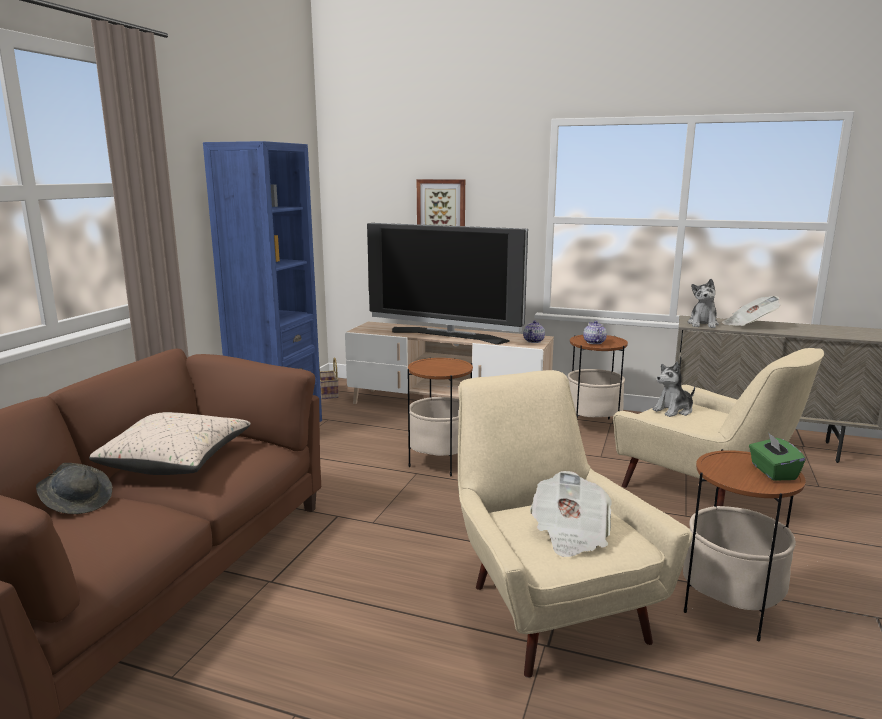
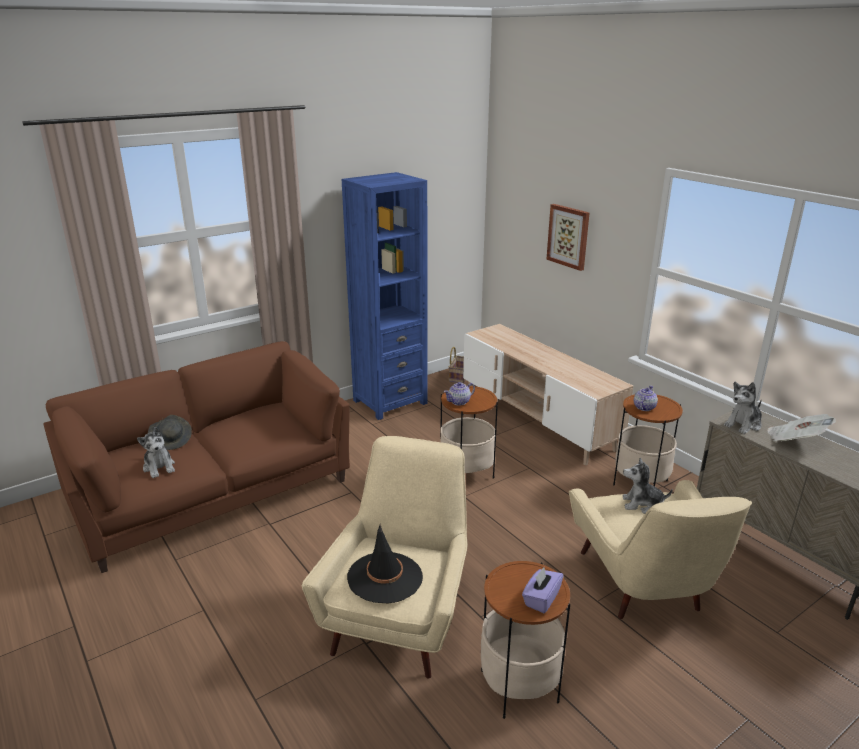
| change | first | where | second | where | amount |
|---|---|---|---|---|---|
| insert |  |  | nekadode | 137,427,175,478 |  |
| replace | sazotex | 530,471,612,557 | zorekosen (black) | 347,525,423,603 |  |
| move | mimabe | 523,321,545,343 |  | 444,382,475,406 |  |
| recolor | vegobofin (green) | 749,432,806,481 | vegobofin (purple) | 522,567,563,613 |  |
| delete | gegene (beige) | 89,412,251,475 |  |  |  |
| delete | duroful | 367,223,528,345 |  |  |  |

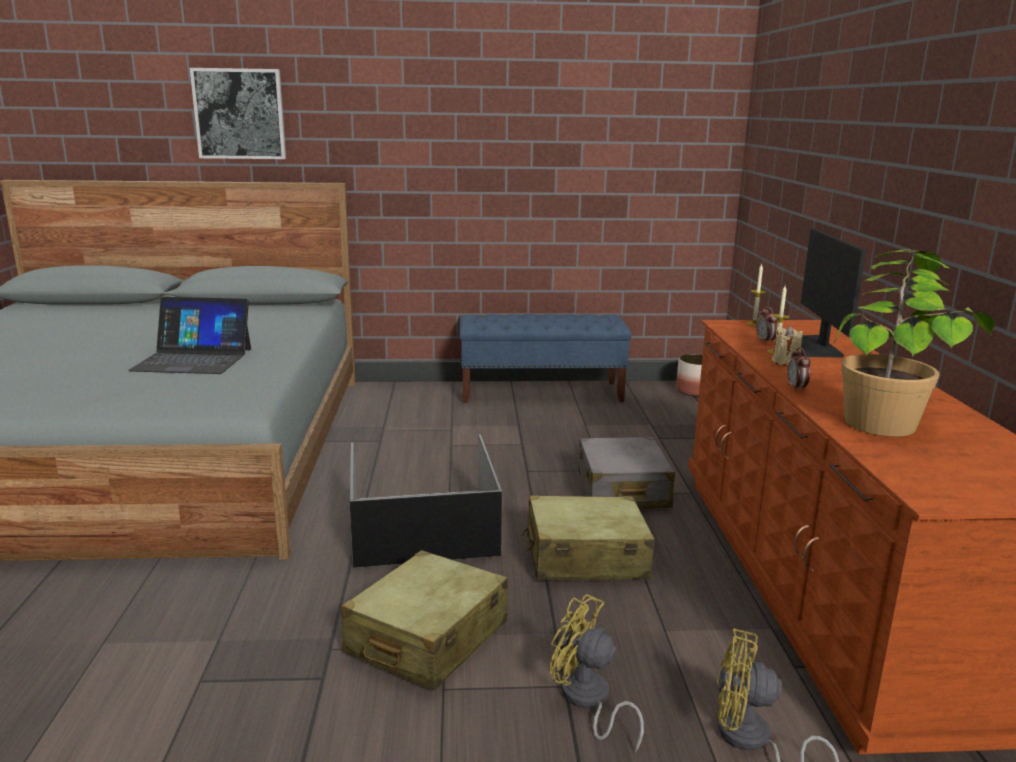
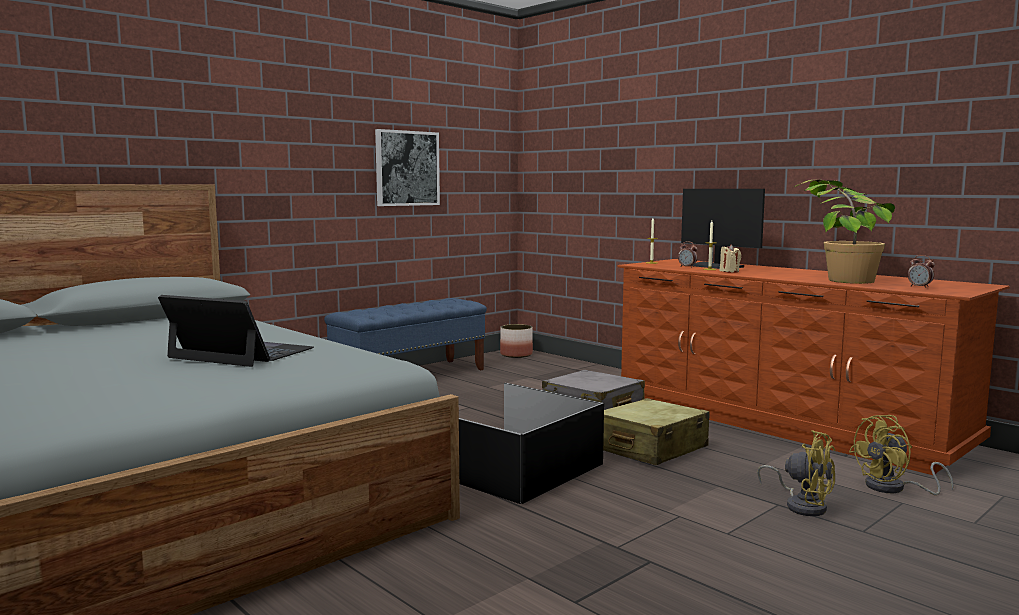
| change | first | where | second | where | amount |
|---|---|---|---|---|---|
| rotate | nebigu | 128,297,251,374 |  | 158,295,314,367 | 120 degrees counterclockwise |
| move | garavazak | 190,68,286,159 |  | 375,129,440,206 |  |
| rotate | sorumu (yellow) | 549,594,644,753 |  | 757,430,835,516 | 135 degrees counterclockwise |
| move | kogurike | 787,347,810,392 |  | 907,255,935,288 |  |
| delete | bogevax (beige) | 341,550,508,691 |  |  |  |

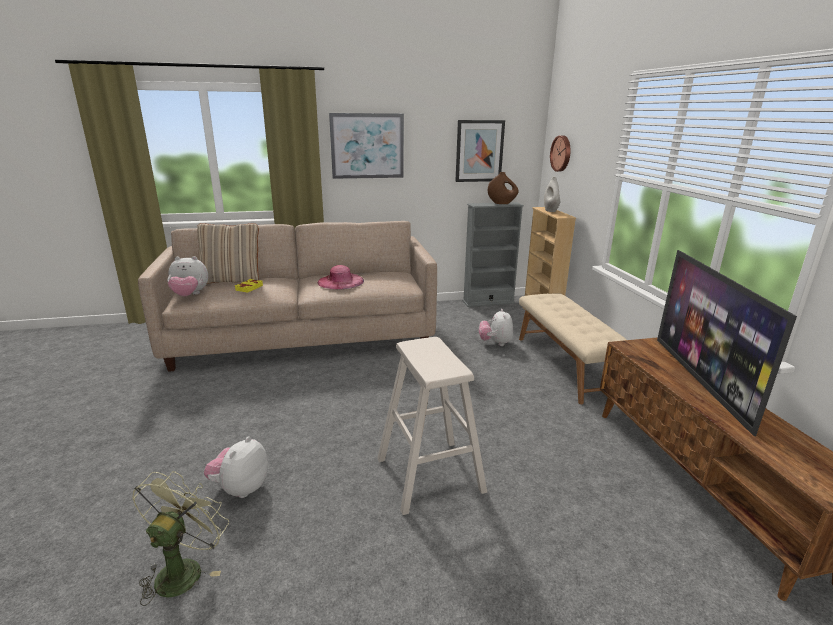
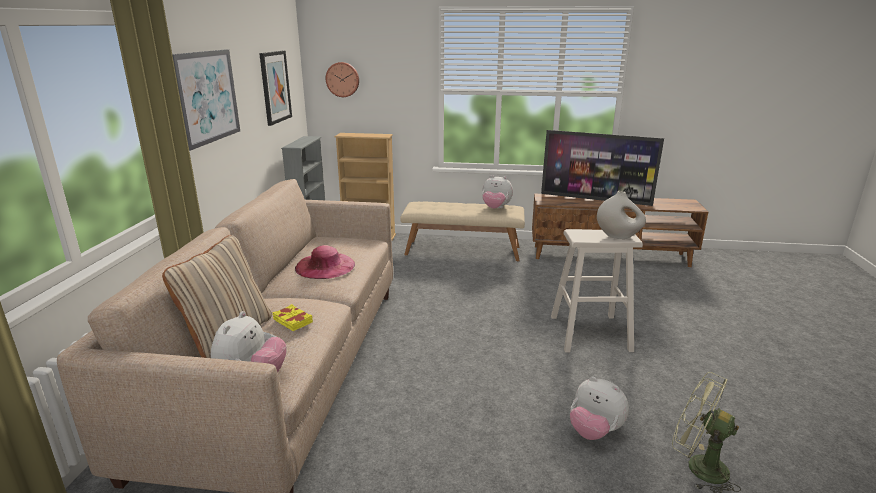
| change | first | where | second | where | amount |
|---|---|---|---|---|---|
| move | nekadode | 479,309,513,346 |  | 482,175,513,209 |  |
| move | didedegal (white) | 544,177,561,212 |  | 597,191,646,239 |  |
| delete | didedegal (brown) | 488,172,519,204 |  |  |  |

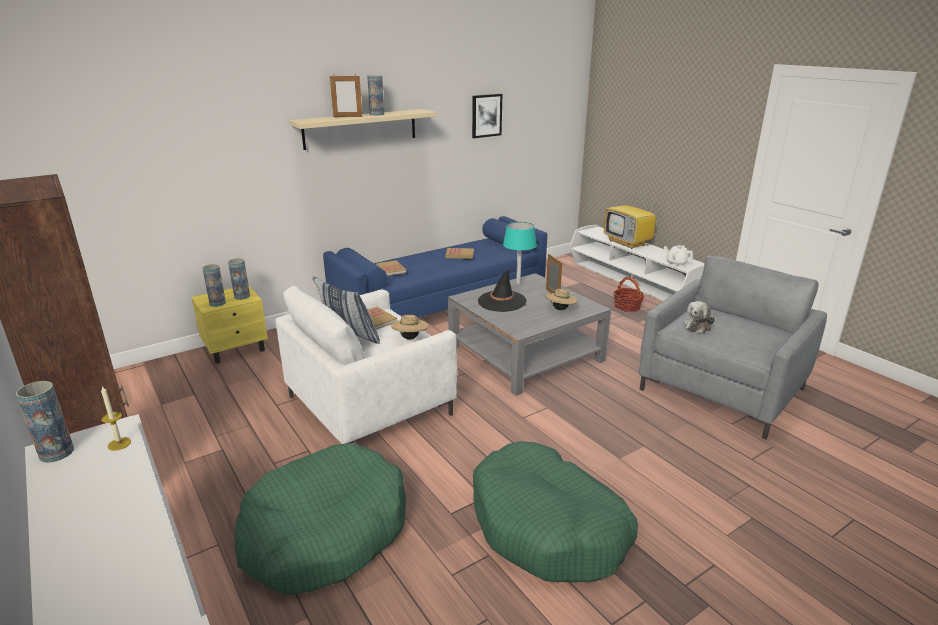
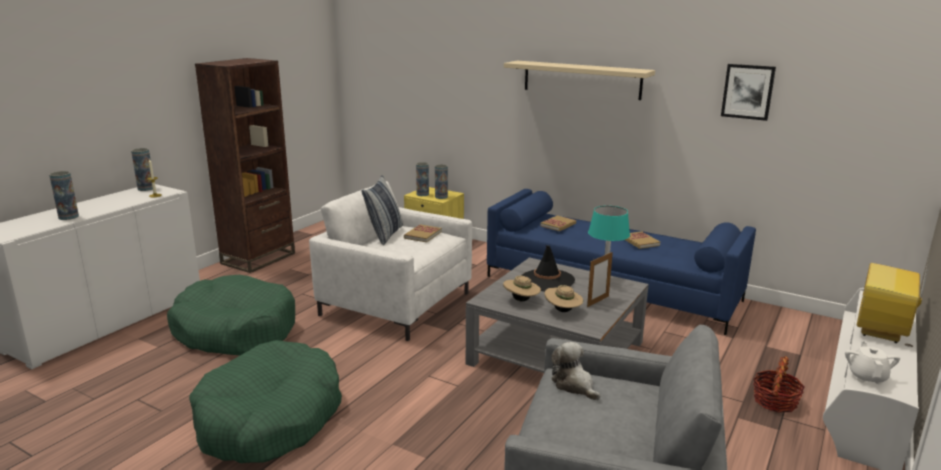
| change | first | where | second | where | amount |
|---|---|---|---|---|---|
| move | didedegal | 367,75,384,116 |  | 49,171,79,220 |  |
| move | zorekosen (beige) | 391,315,428,339 |  | 503,276,541,302 |  |
| rotate | nekadode | 683,301,715,334 |  | 551,342,600,400 | 45 degrees clockwise |
| delete | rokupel | 330,76,362,117 |  |  |  |

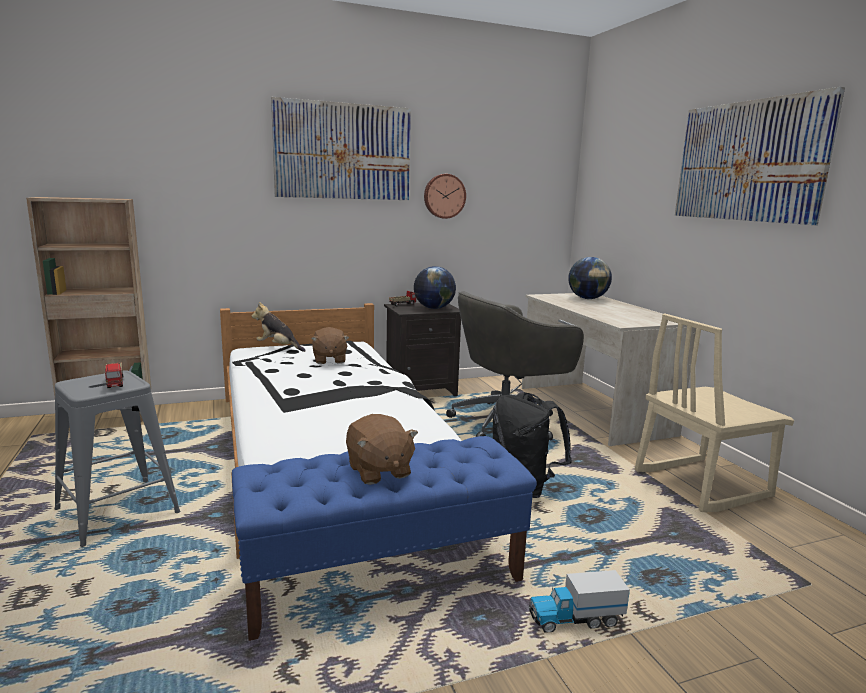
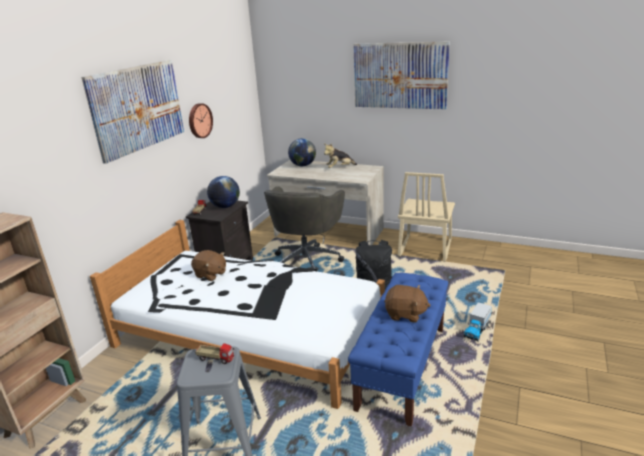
| change | first | where | second | where | amount |
|---|---|---|---|---|---|
| move | nekadode | 252,302,306,352 |  | 324,143,357,168 |  |

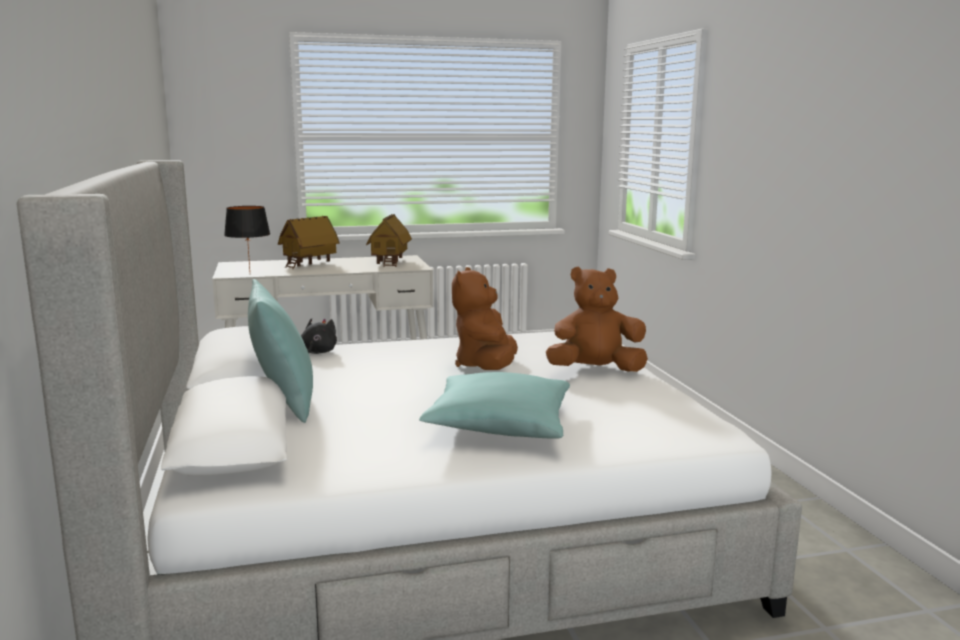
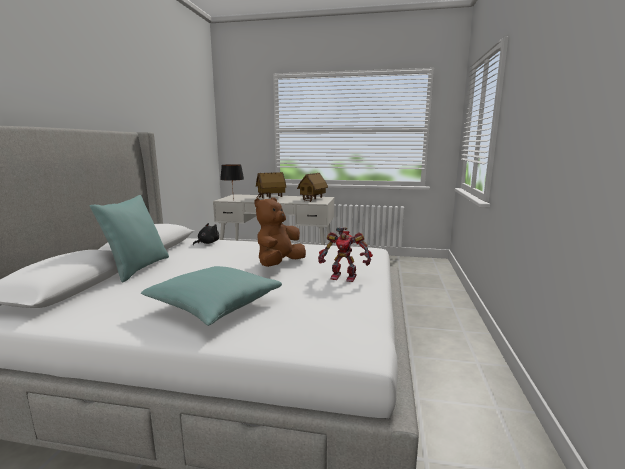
| change | first | where | second | where | amount |
|---|---|---|---|---|---|
| replace | nekadode (brown) | 546,266,648,372 | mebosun | 318,227,373,282 |  |

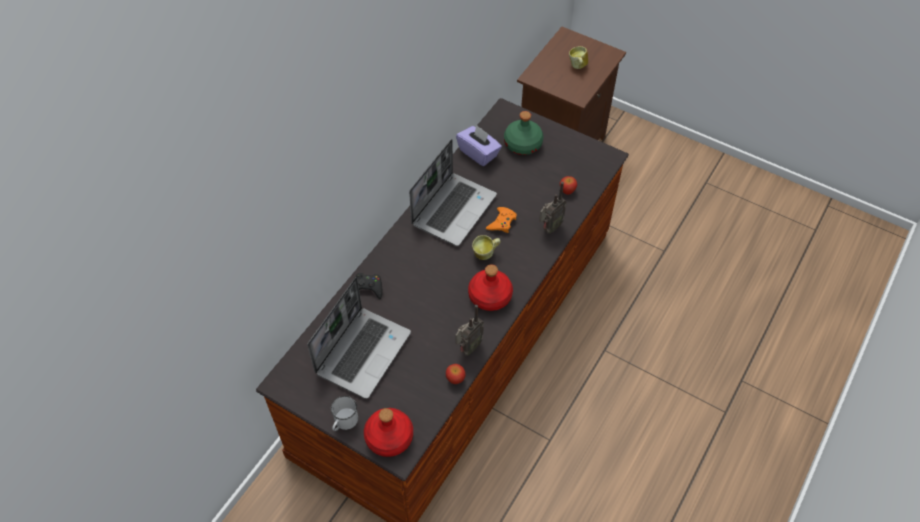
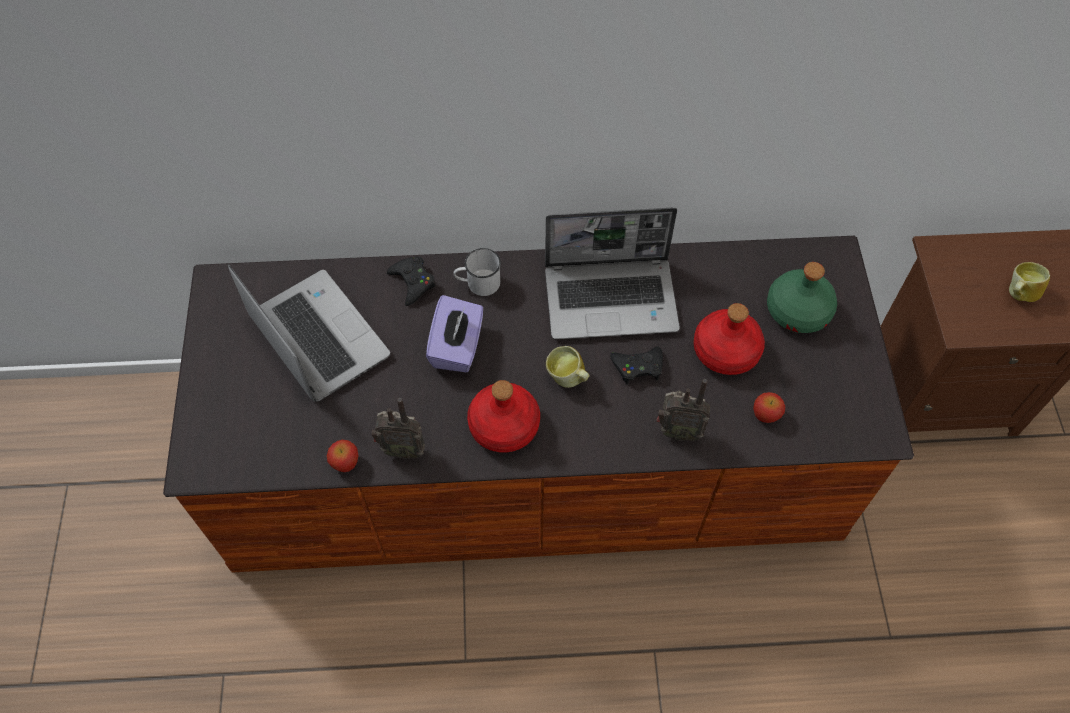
| change | first | where | second | where | amount |
|---|---|---|---|---|---|
| rotate | nebigu | 307,277,411,399 |  | 228,264,390,402 | 120 degrees counterclockwise |
| move | vegobofin (purple) | 456,124,502,166 |  | 426,295,483,372 |  |
| move | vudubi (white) | 331,396,358,431 |  | 454,248,501,296 |  |
| recolor | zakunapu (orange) | 486,207,517,233 | zakunapu (black) | 610,346,663,385 |  |
| move | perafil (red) | 364,408,413,457 |  | 693,303,765,375 |  |

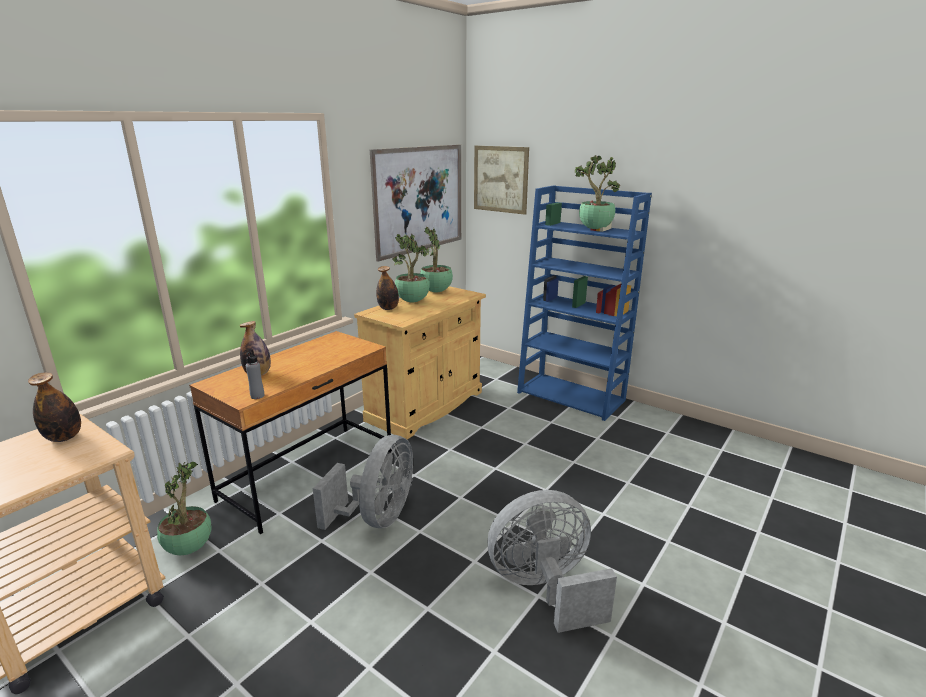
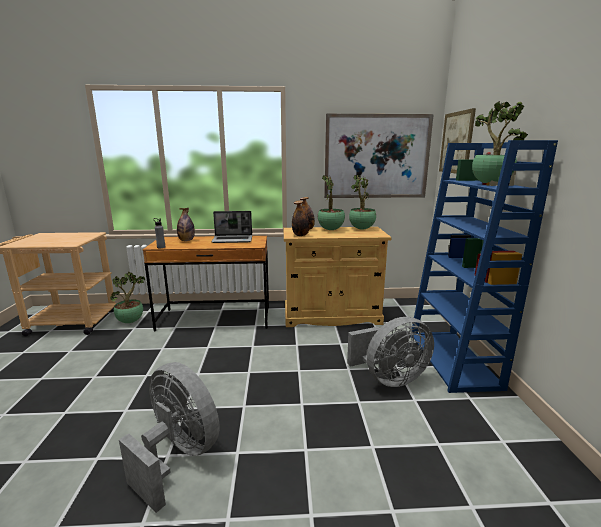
| change | first | where | second | where | amount |
|---|---|---|---|---|---|
| insert |  |  | nebigu | 211,211,252,243 |  |
| move | perafil | 28,372,81,442 |  | 292,201,310,236 |  |
| move | sorumu (grey) | 313,435,413,530 |  | 347,317,434,387 |  |

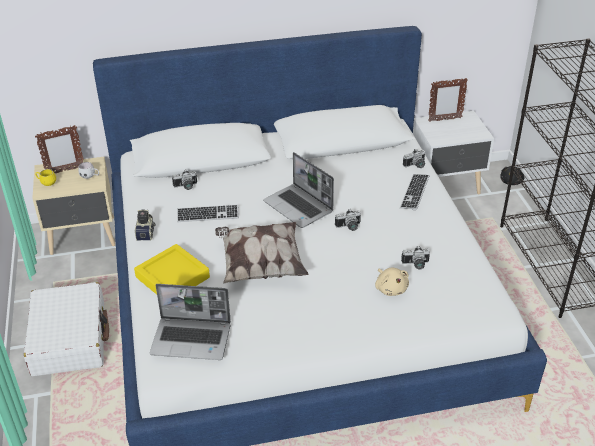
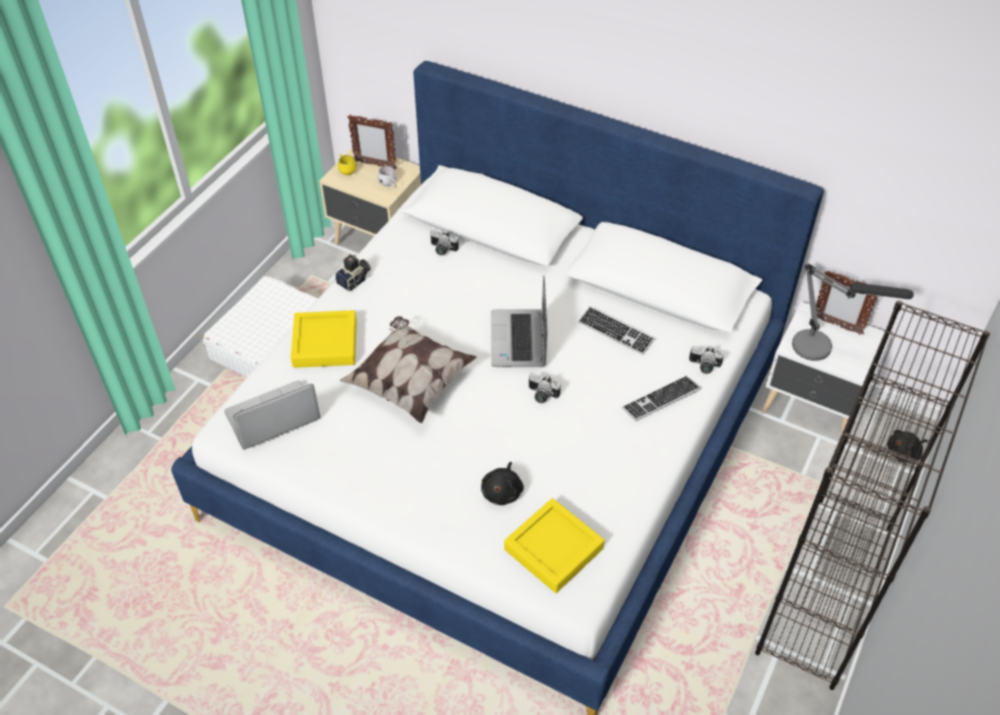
| change | first | where | second | where | amount |
|---|---|---|---|---|---|
| rotate | nebigu | 150,284,231,360 |  | 225,381,320,450 | 105 degrees clockwise |
| recolor | nekadode (beige) | 375,267,409,296 | nekadode (black) | 481,462,524,505 |  |
| insert |  |  | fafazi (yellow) | 504,498,605,593 |  |
| move | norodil | 177,204,239,222 |  | 578,306,655,355 |  |
| insert |  |  | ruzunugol | 792,264,914,361 |  |
| delete | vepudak | 401,246,430,270 |  |  |  |

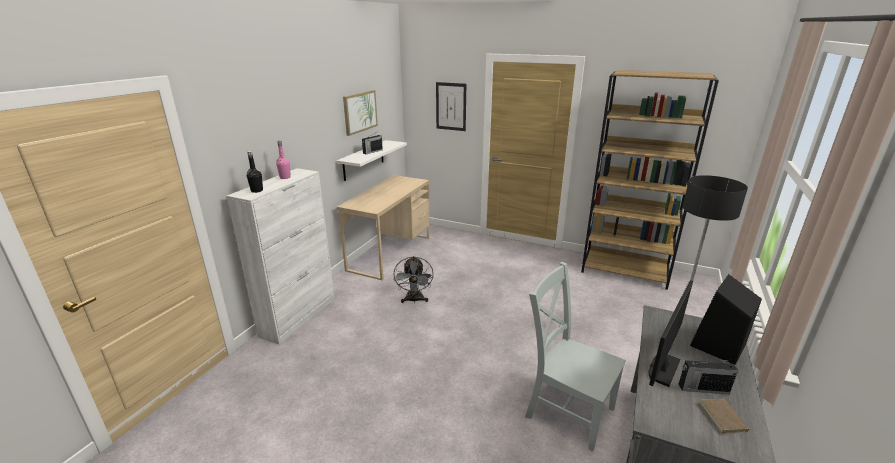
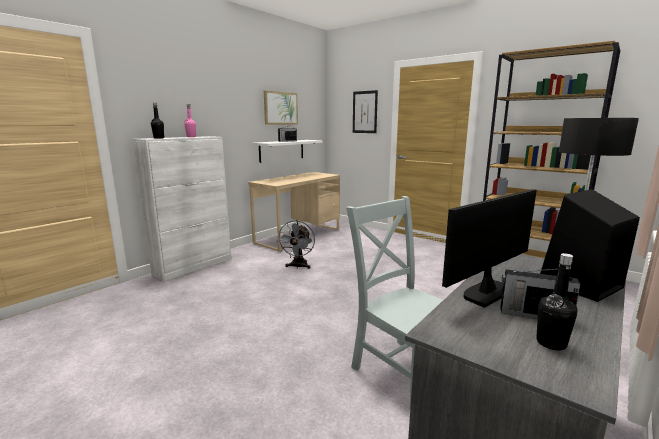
| change | first | where | second | where | amount |
|---|---|---|---|---|---|
| replace | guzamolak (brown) | 700,397,749,433 | perafil (black) | 536,253,577,350 |  |

